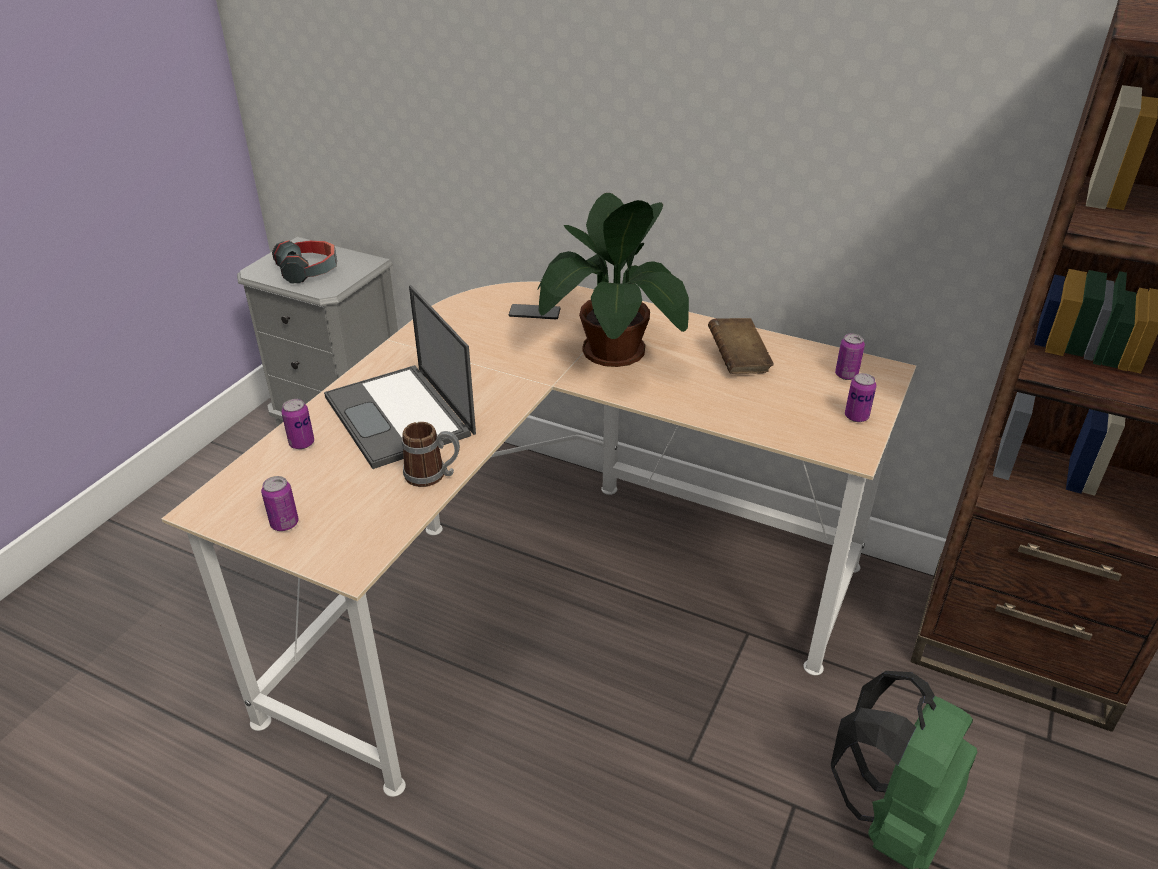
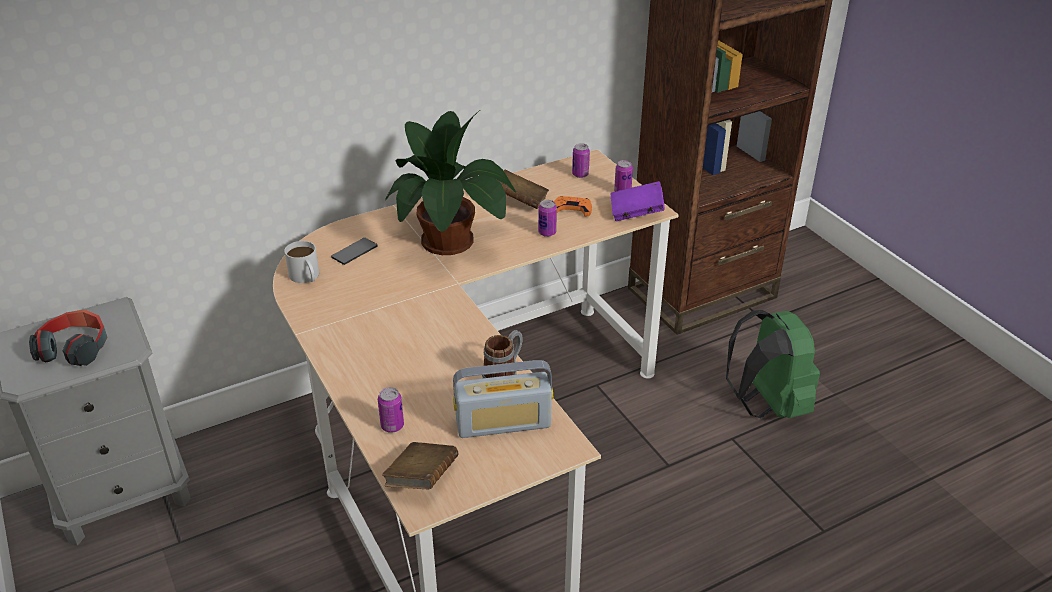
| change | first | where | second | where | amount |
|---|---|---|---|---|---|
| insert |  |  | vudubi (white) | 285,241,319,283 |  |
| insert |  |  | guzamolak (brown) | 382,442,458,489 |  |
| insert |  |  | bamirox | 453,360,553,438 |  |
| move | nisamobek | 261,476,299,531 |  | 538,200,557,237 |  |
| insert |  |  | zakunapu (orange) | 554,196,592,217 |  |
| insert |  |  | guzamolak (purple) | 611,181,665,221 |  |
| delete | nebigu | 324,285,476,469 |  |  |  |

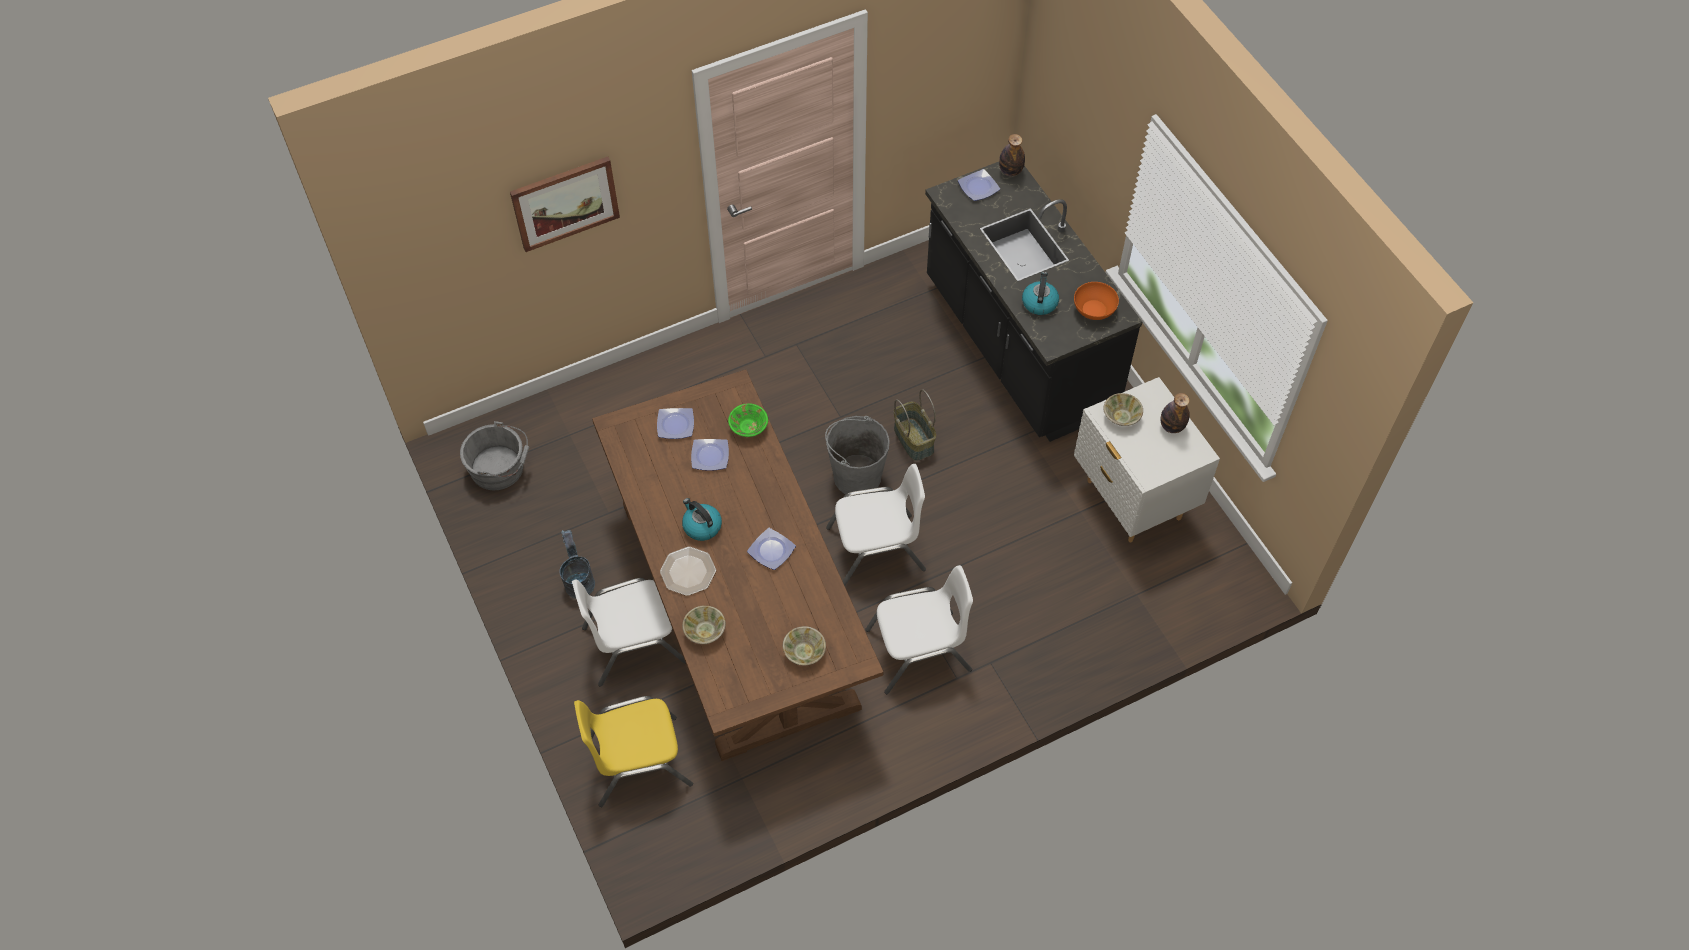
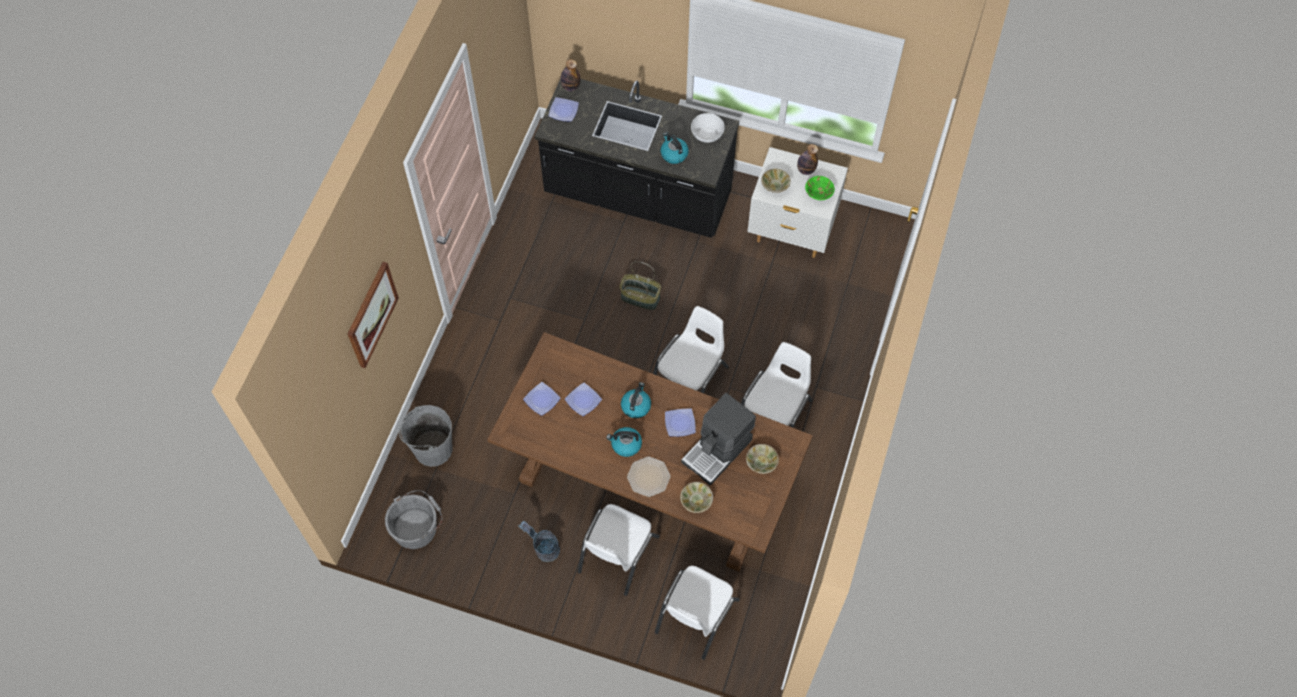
| change | first | where | second | where | amount |
|---|---|---|---|---|---|
| move | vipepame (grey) | 825,416,890,494 |  | 399,405,453,467 |  |
| insert |  |  | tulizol | 621,382,651,418 |  |
| recolor | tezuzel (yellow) | 574,696,693,807 | tezuzel (white) | 655,566,740,660 |  |
| insert |  |  | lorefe | 681,393,756,485 |  |
| recolor | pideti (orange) | 1074,282,1119,320 | pideti (white) | 691,113,725,143 |  |
| move | pideti (green) | 728,403,768,437 |  | 805,176,835,200 |  |

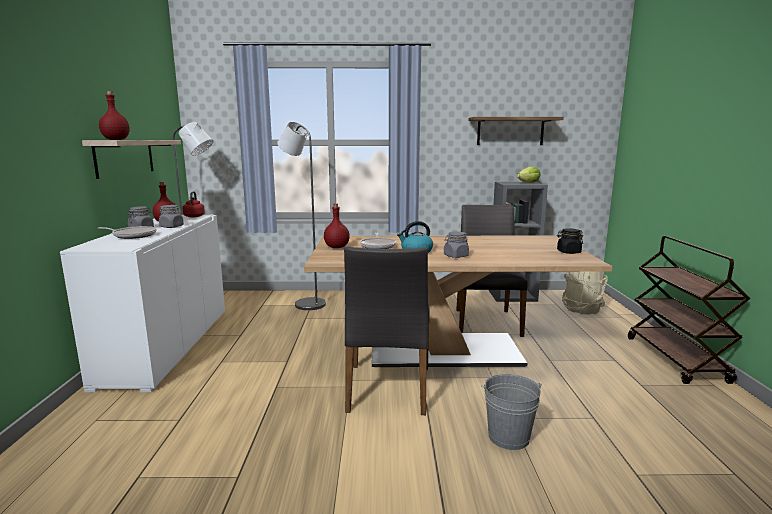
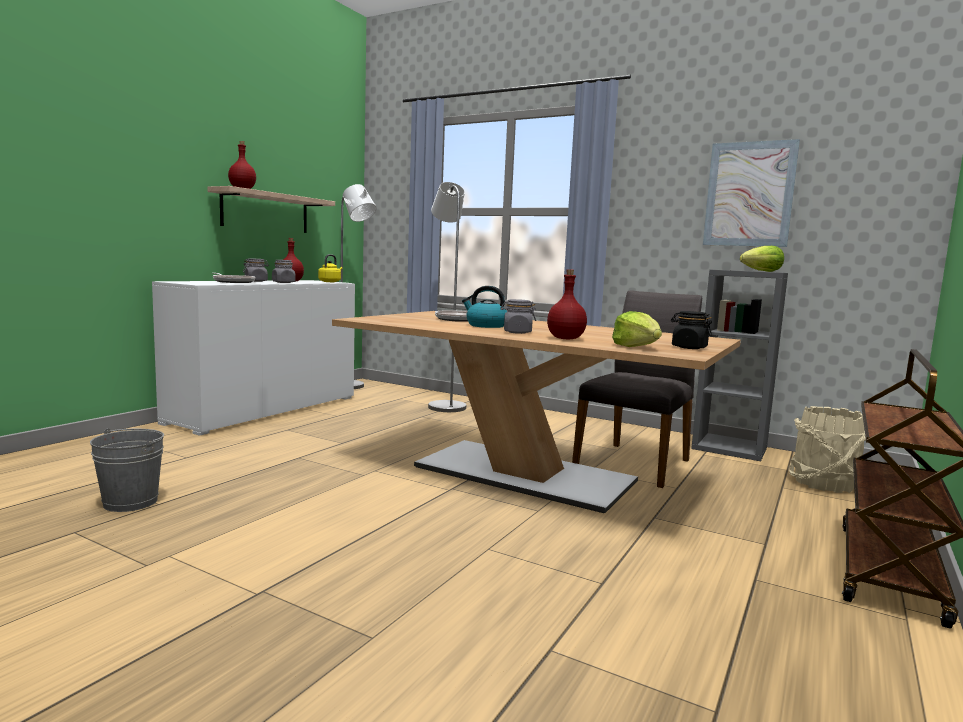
| change | first | where | second | where | amount |
|---|---|---|---|---|---|
| move | vipepame (grey) | 481,374,542,450 |  | 90,428,164,512 |  |
| recolor | tulizol (red) | 182,191,205,217 | tulizol (yellow) | 318,254,343,282 |  |
| move | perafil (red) | 324,203,350,248 |  | 547,269,587,339 |  |
| insert |  |  | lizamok | 612,311,662,347 |  |
| replace | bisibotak | 468,117,564,145 | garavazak | 703,139,800,247 |  |
| delete | tezuzel (grey) | 344,246,430,415 |  |  |  |

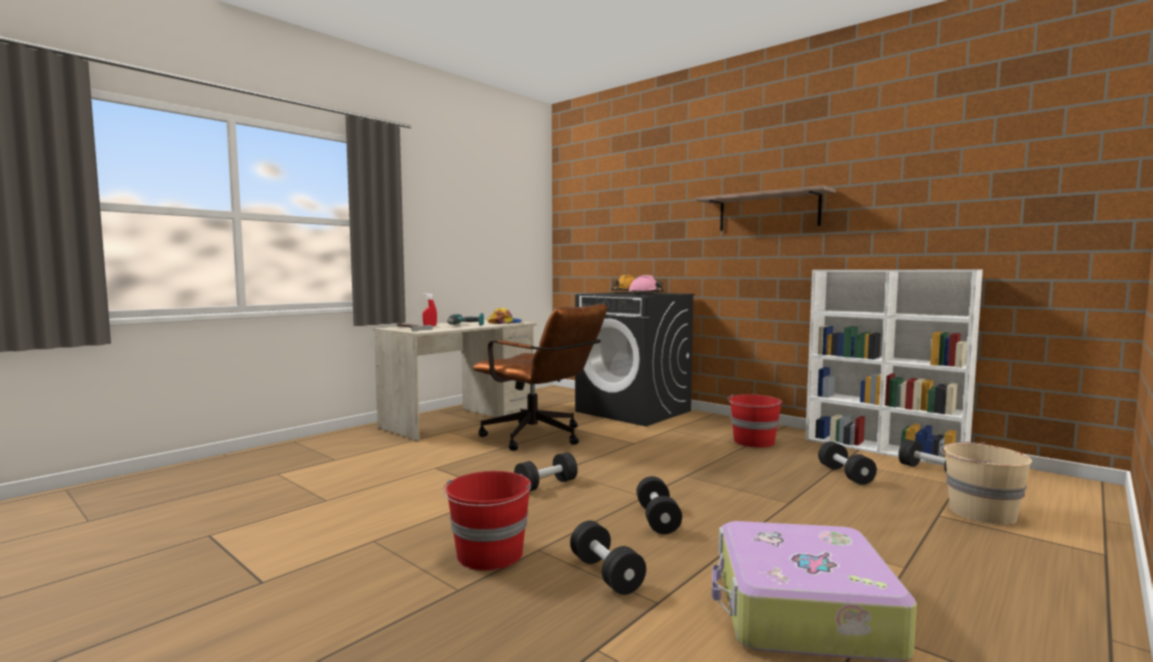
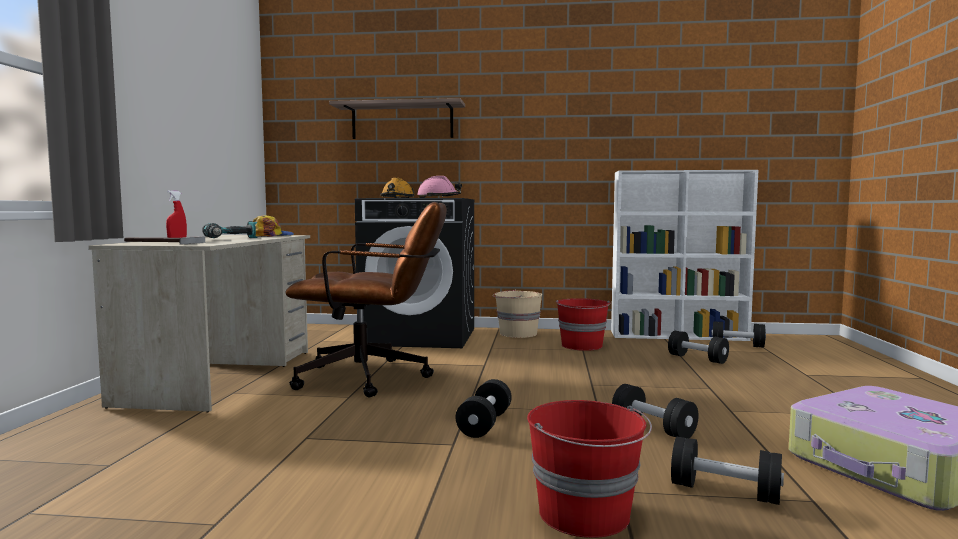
| change | first | where | second | where | amount |
|---|---|---|---|---|---|
| move | bisibotak | 695,185,836,231 |  | 329,98,465,139 |  |
| move | vipepame (beige) | 940,442,1032,525 |  | 493,289,542,338 |  |

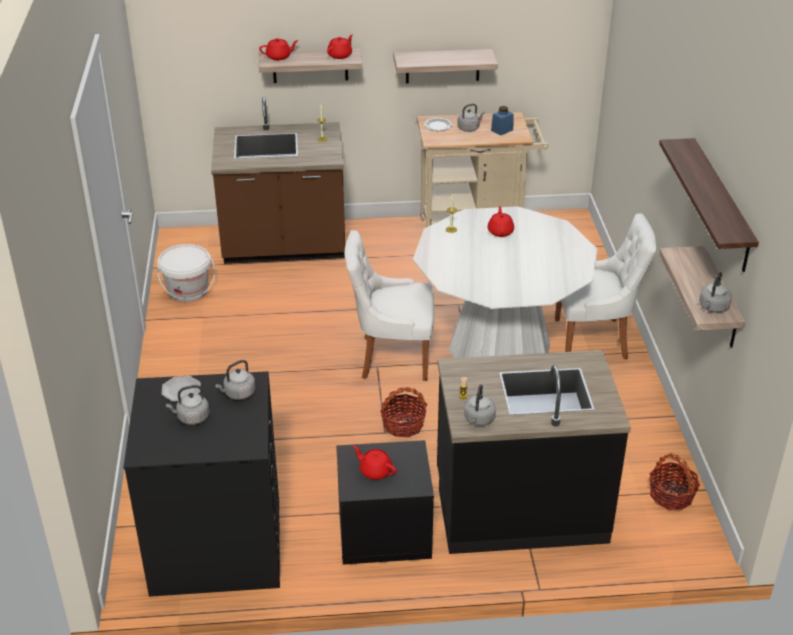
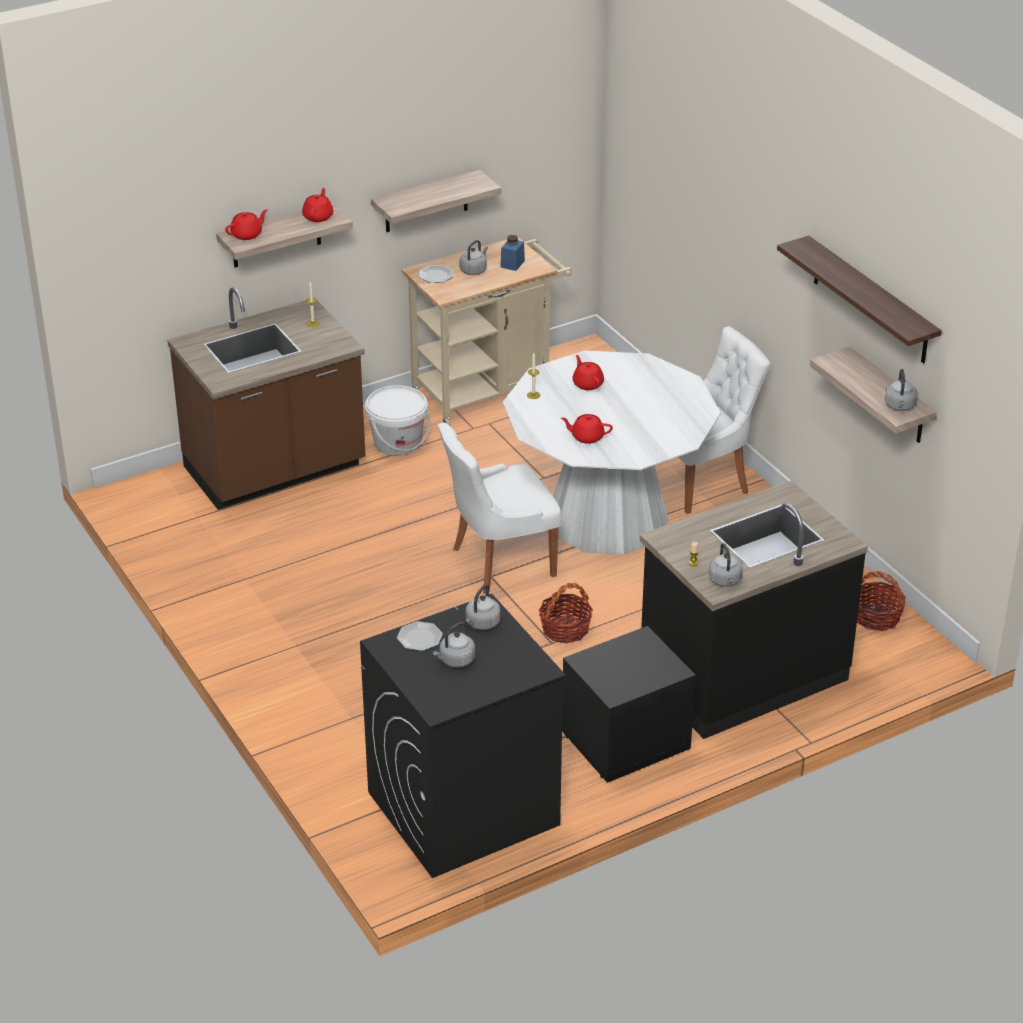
| change | first | where | second | where | amount |
|---|---|---|---|---|---|
| move | vipepame (white) | 157,244,215,302 |  | 365,385,430,456 |  |
| move | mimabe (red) | 353,446,397,480 |  | 561,414,613,444 |  |

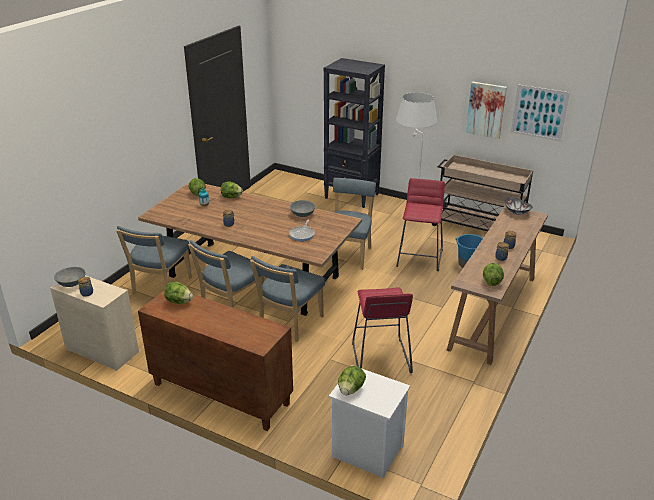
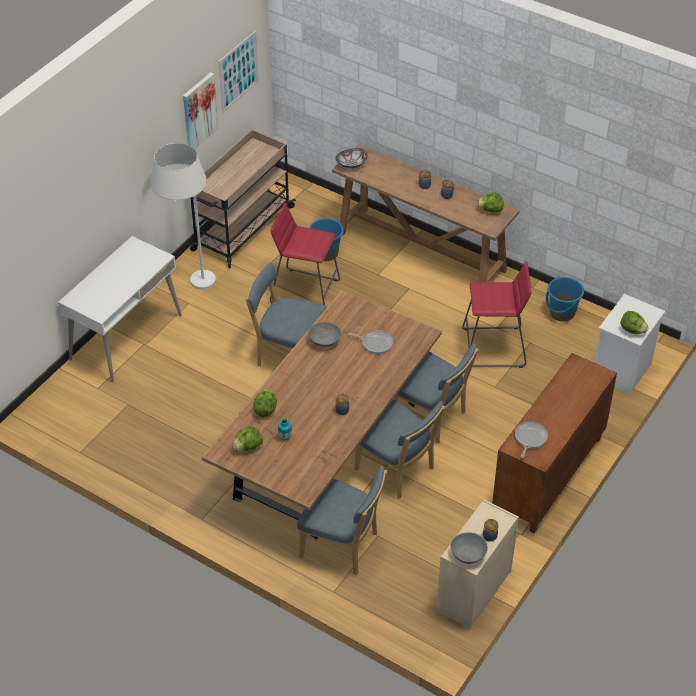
| change | first | where | second | where | amount |
|---|---|---|---|---|---|
| replace | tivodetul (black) | 324,58,385,208 | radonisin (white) | 58,236,182,382 |  |
| replace | lizamok | 164,282,193,304 | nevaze | 515,422,548,458 |  |
| insert |  |  | vipepame (blue) | 546,276,584,322 |  |

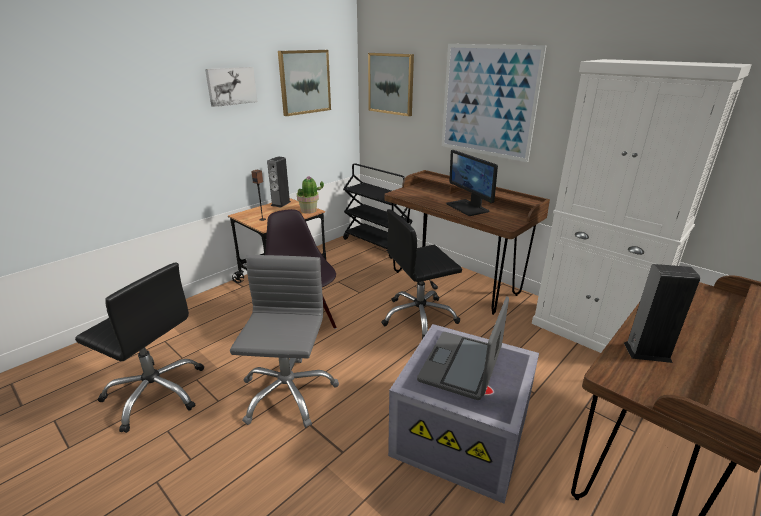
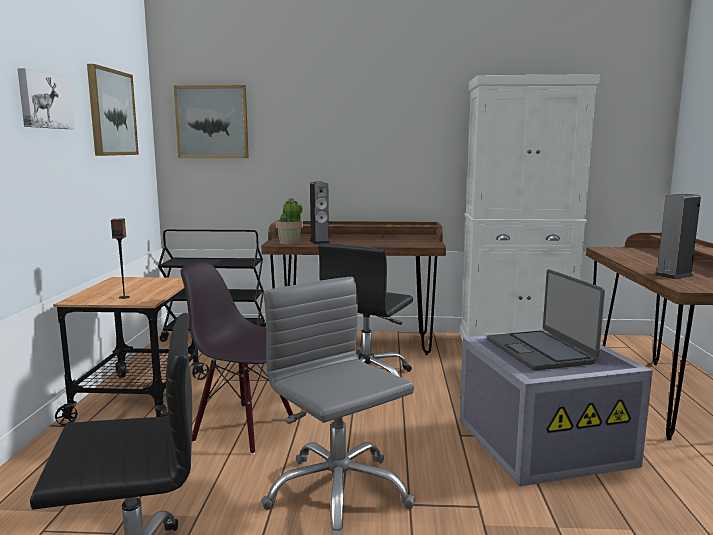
| change | first | where | second | where | amount |
|---|---|---|---|---|---|
| move | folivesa | 297,176,324,214 |  | 276,198,303,245 |  |
| move | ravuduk | 267,156,291,207 |  | 310,182,330,244 |  |
| delete | garavazak | 442,44,546,162 |  |  |  |
| delete | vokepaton | 446,150,498,216 |  |  |  |

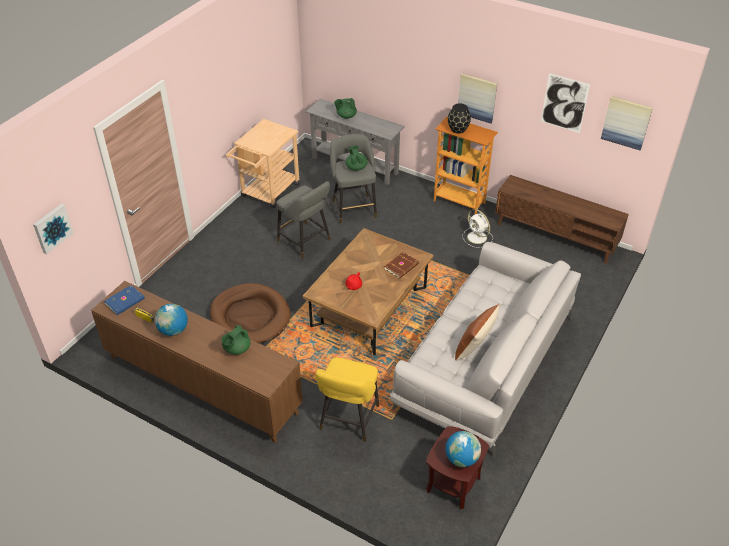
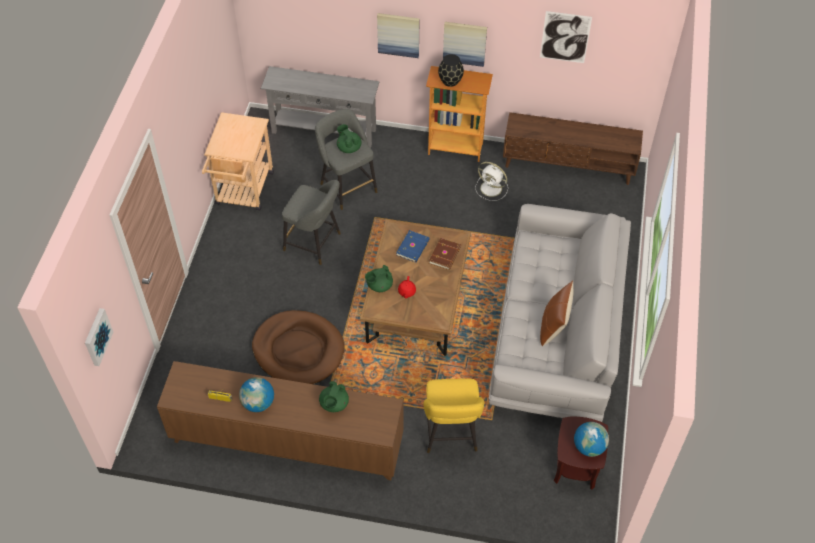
| change | first | where | second | where | amount |
|---|---|---|---|---|---|
| move | mimabe (green) | 334,98,357,119 |  | 365,265,393,292 |  |
| move | garavazak | 601,96,653,150 |  | 377,13,420,58 |  |
| move | guzamolak (blue) | 104,285,145,315 |  | 396,230,430,262 |  |

